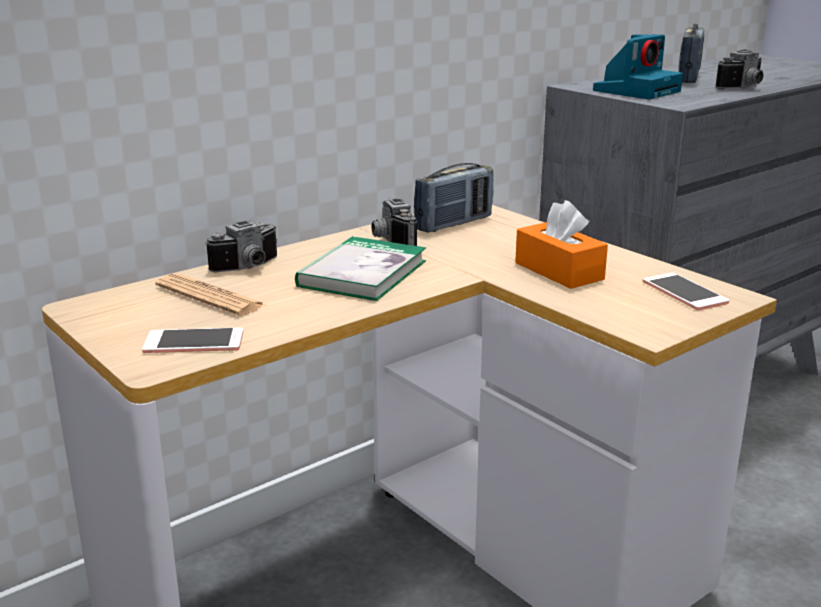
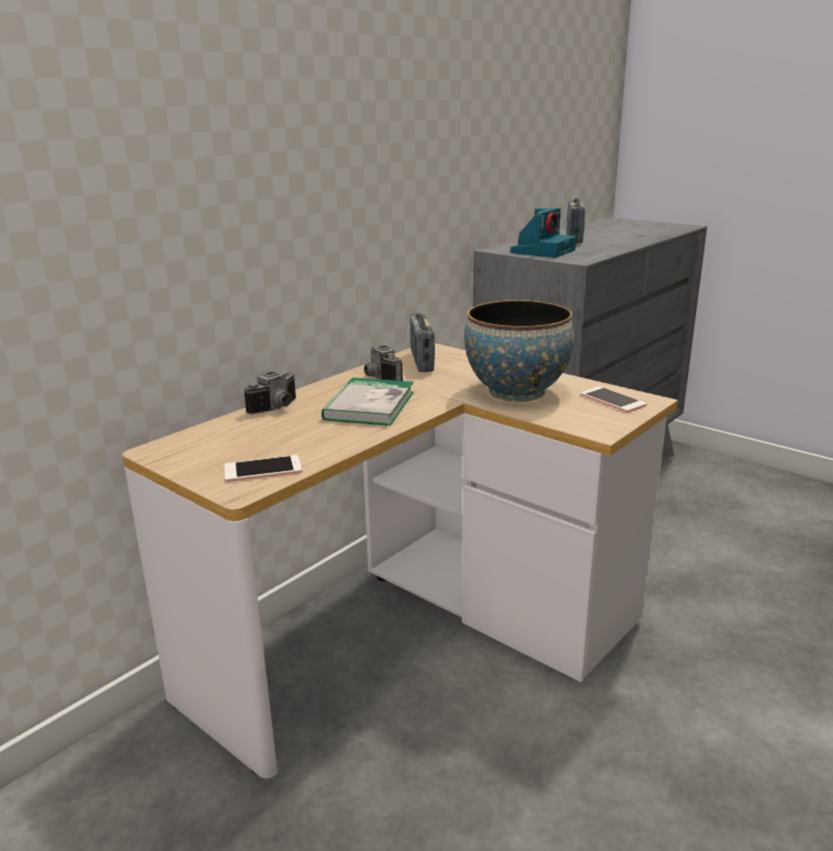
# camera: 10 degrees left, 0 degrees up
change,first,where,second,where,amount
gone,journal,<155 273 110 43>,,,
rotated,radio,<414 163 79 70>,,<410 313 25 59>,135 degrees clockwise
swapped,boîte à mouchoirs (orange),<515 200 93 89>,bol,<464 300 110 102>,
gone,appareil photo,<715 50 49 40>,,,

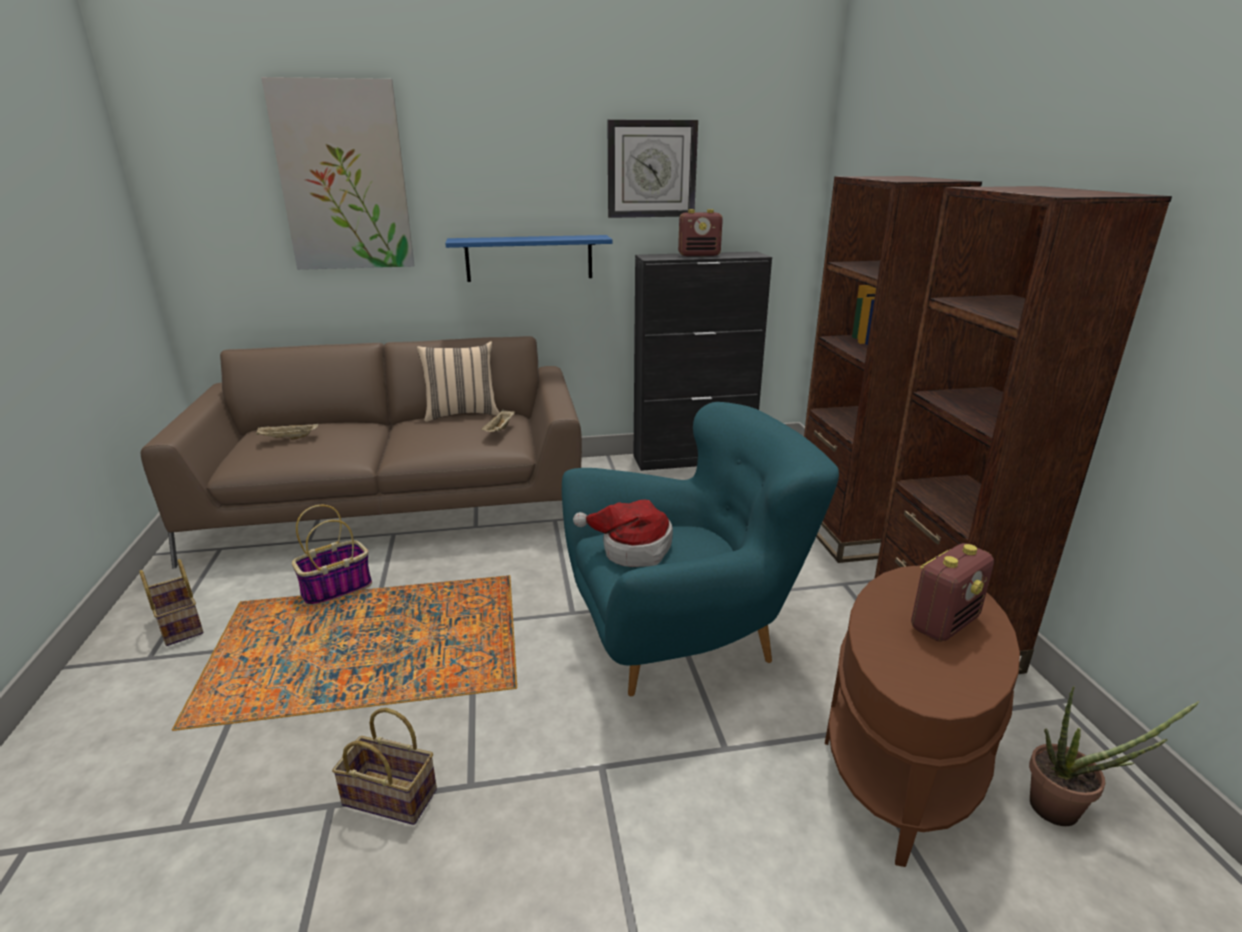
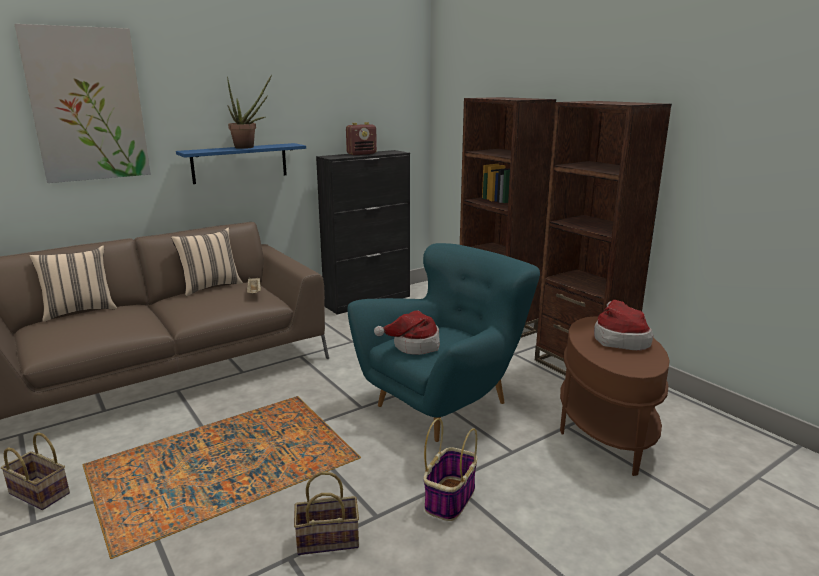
# camera: 25 degrees left, 5 degrees down
change,first,where,second,where,amount
gone,plateau (beige),<256 423 63 17>,,,
shifted,panier,<292 505 80 101>,,<423 418 54 103>,
gone,horloge murale,<607 120 91 98>,,,
swapped,radio,<911 543 83 99>,chapeau,<594 300 59 51>,
shifted,plante en pot,<1029 686 170 140>,,<227 75 45 74>,
new,,,coussin (beige),<30 246 87 76>,

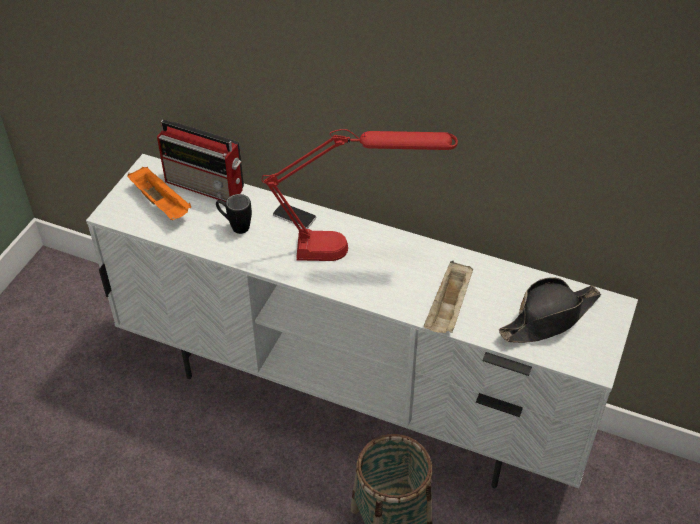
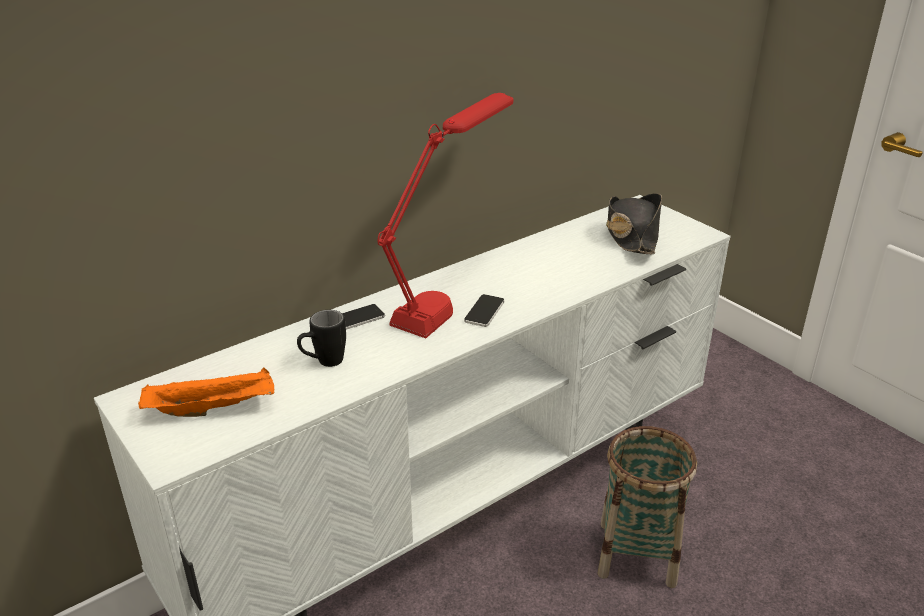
# camera: 60 degrees left, 15 degrees down
change,first,where,second,where,amount
gone,radio,<157 120 87 82>,,,
gone,plateau (beige),<424 261 49 72>,,,
new,,,téléphone,<464 294 40 33>,

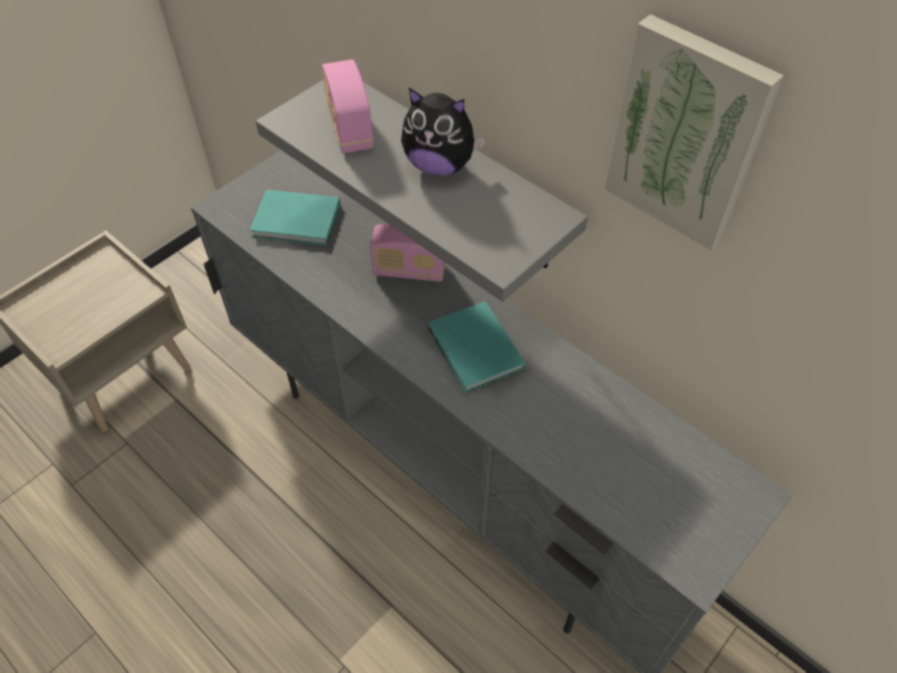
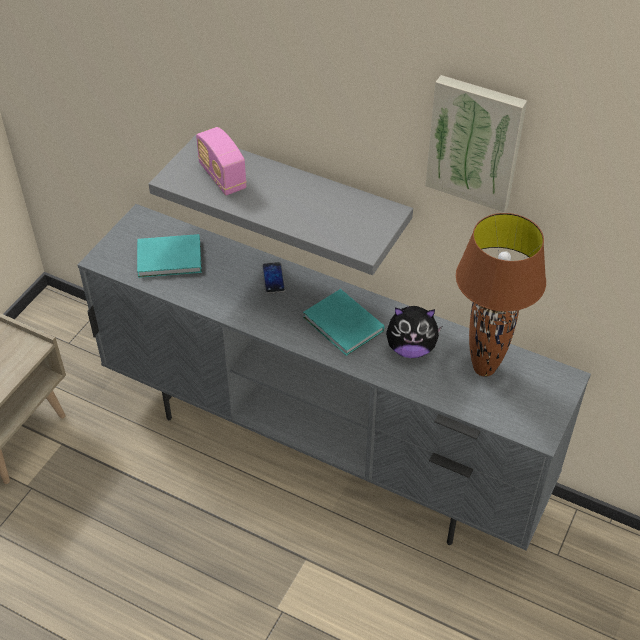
# camera: 15 degrees left, 5 degrees down
change,first,where,second,where,amount
swapped,radio,<370 223 75 59>,téléphone,<262 262 24 32>,
shifted,peluche,<401 88 85 88>,,<386 306 56 52>,
new,,,lampe de table (marron),<456 213 90 164>,

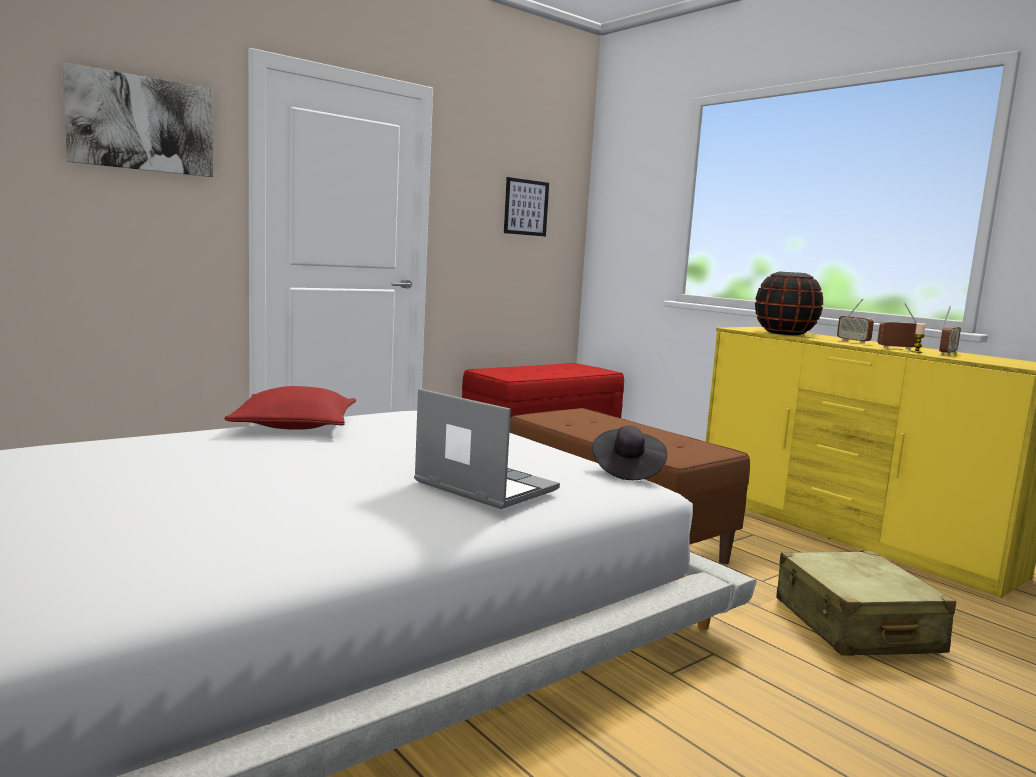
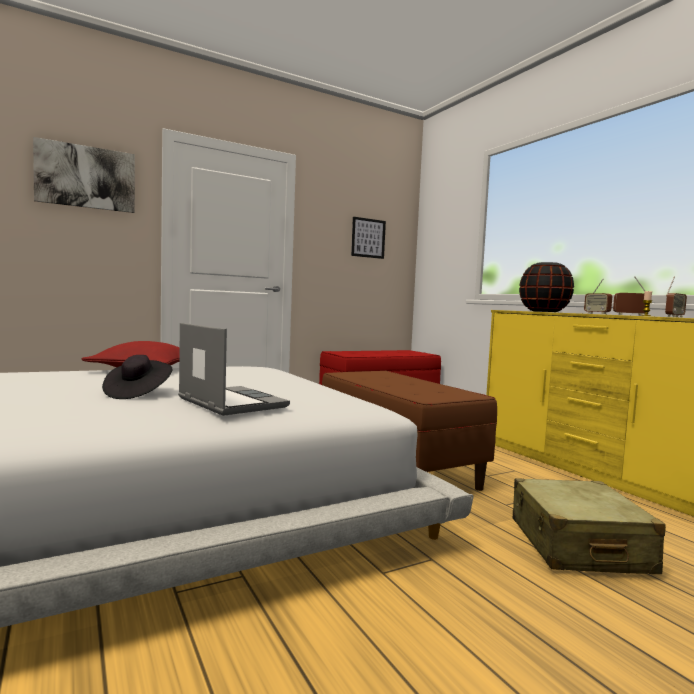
# camera: 10 degrees right, 5 degrees down
change,first,where,second,where,amount
shifted,chapeau (noir),<592 426 75 54>,,<102 355 71 44>,

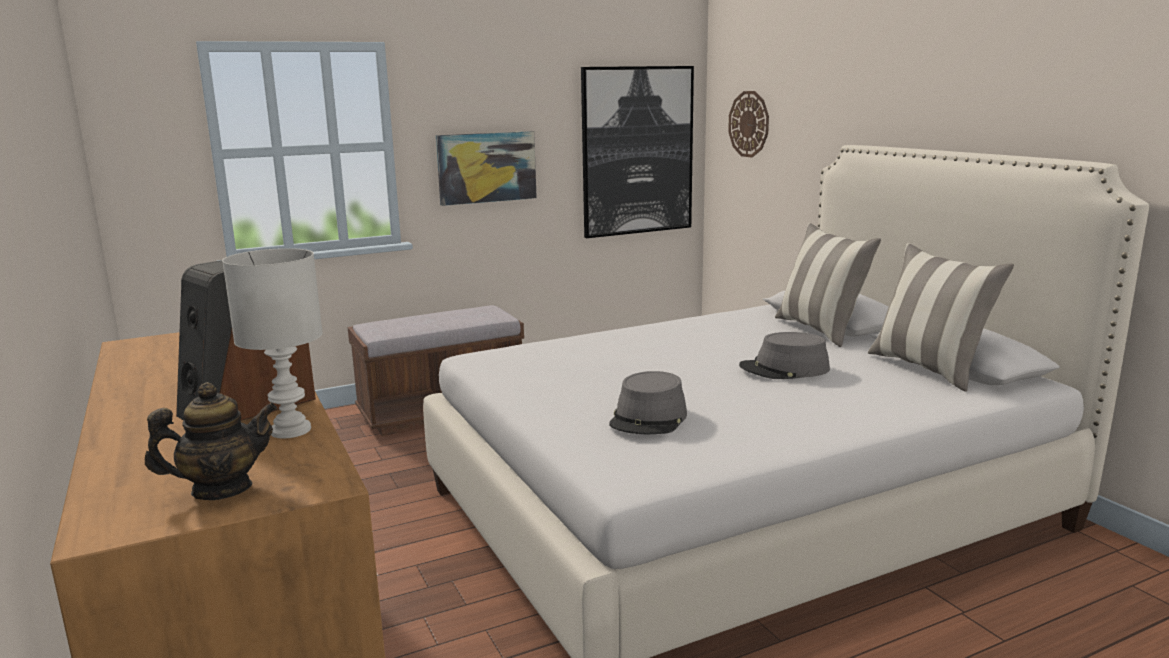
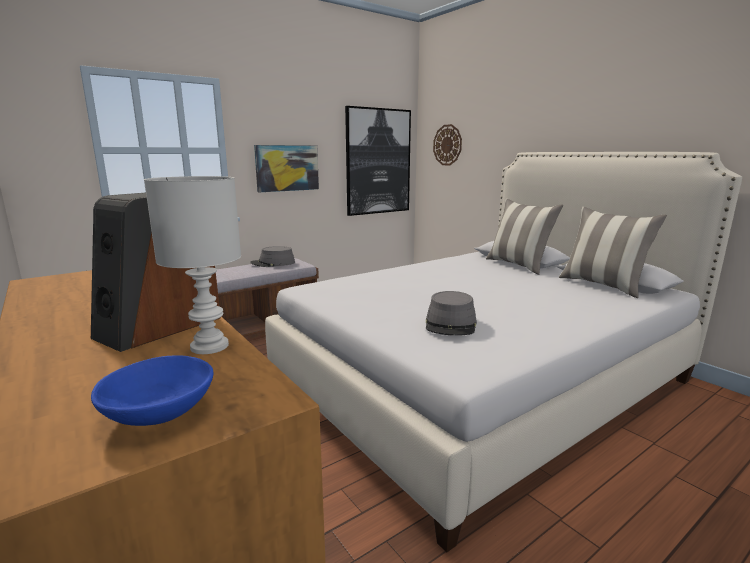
# camera: 10 degrees left, 0 degrees up
change,first,where,second,where,amount
swapped,théière,<145 382 132 118>,bol (bleu),<91 355 123 71>,
shifted,chapeau (gris),<739 332 91 47>,,<250 246 45 21>,

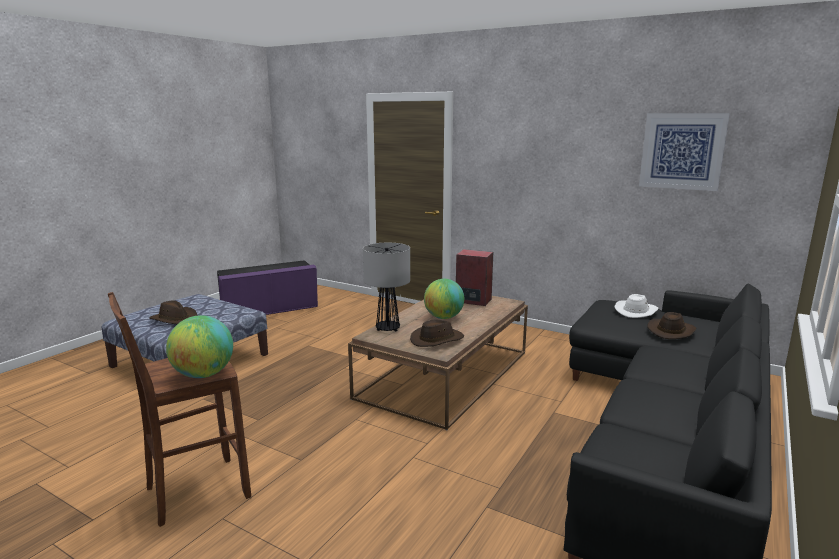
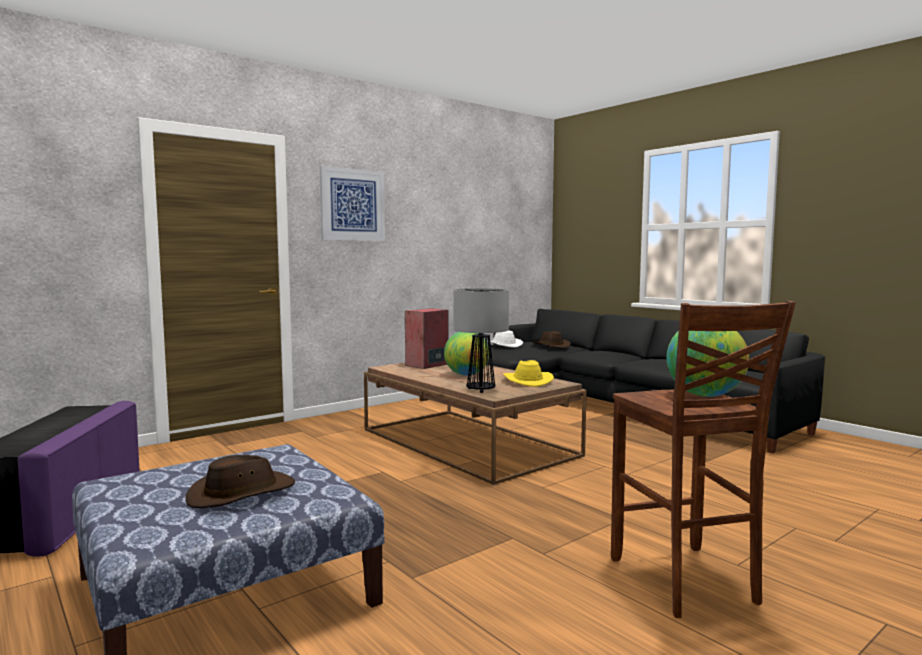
# camera: 70 degrees left, 10 degrees down
change,first,where,second,where,amount
repainted,chapeau (marron),<410 320 54 27>,chapeau (jaune),<503 360 51 27>,
shifted,tableau,<639 113 91 78>,,<320 166 65 75>,

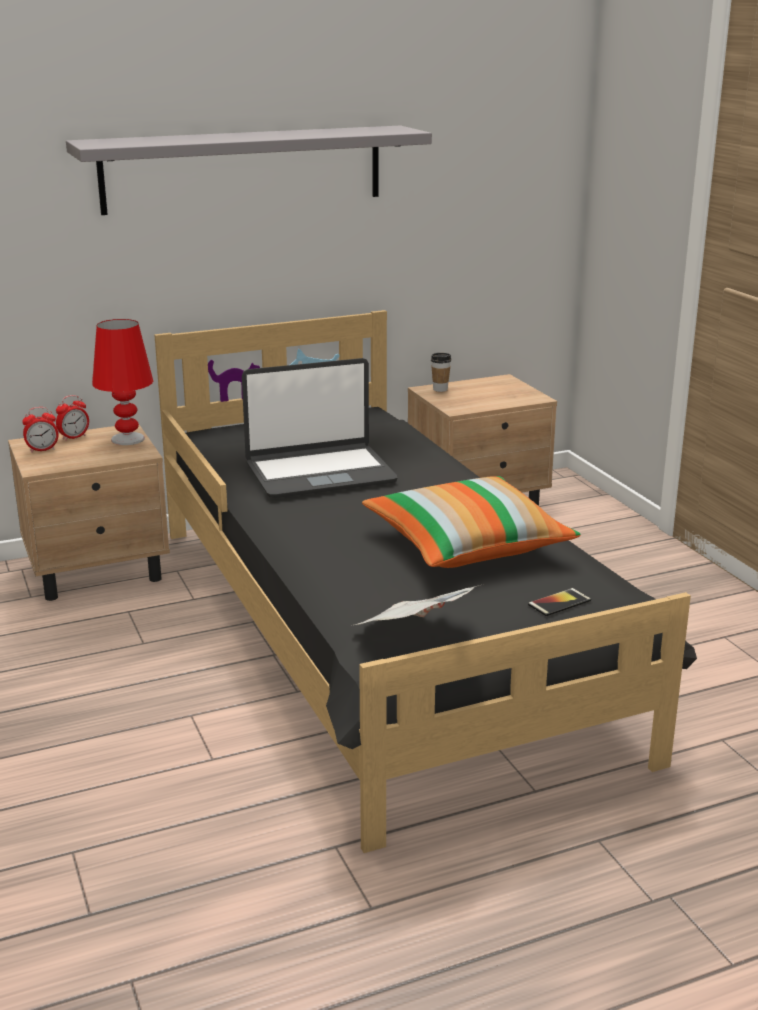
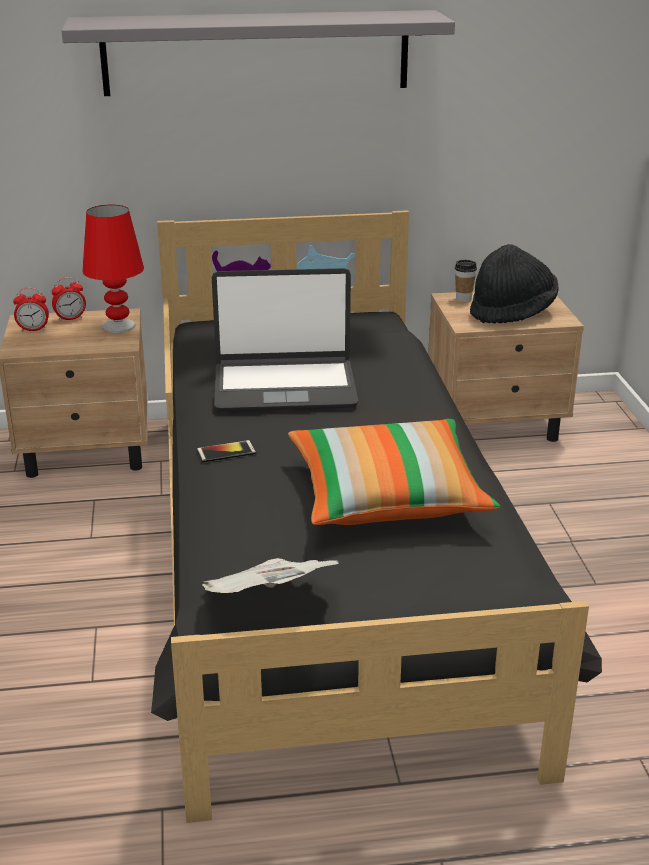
# camera: 15 degrees right, 5 degrees up
change,first,where,second,where,amount
shifted,téléphone,<528 588 63 28>,,<197 440 59 23>,
new,,,chapeau (noir),<470 244 88 79>,

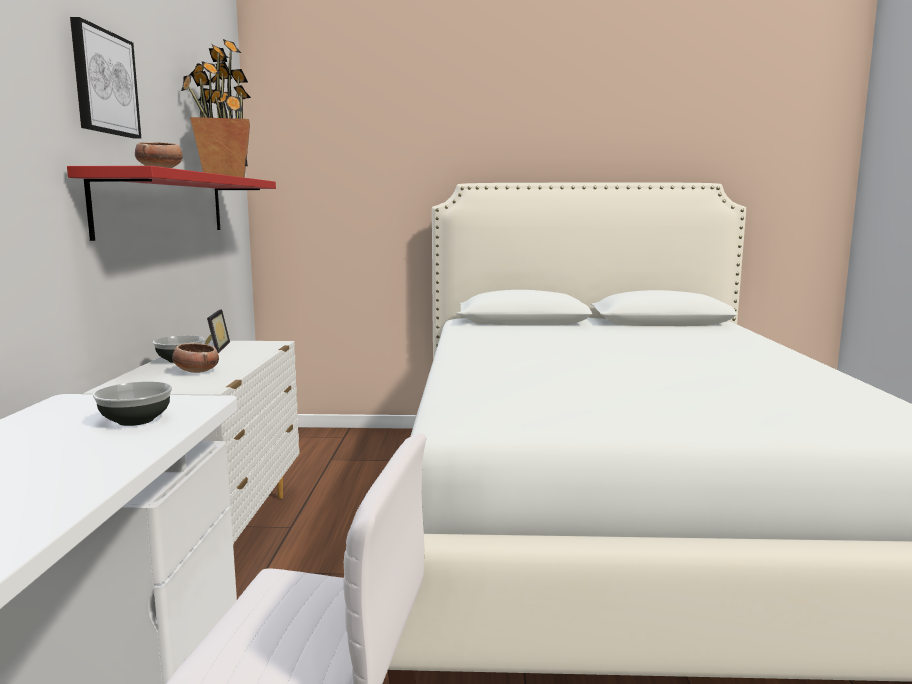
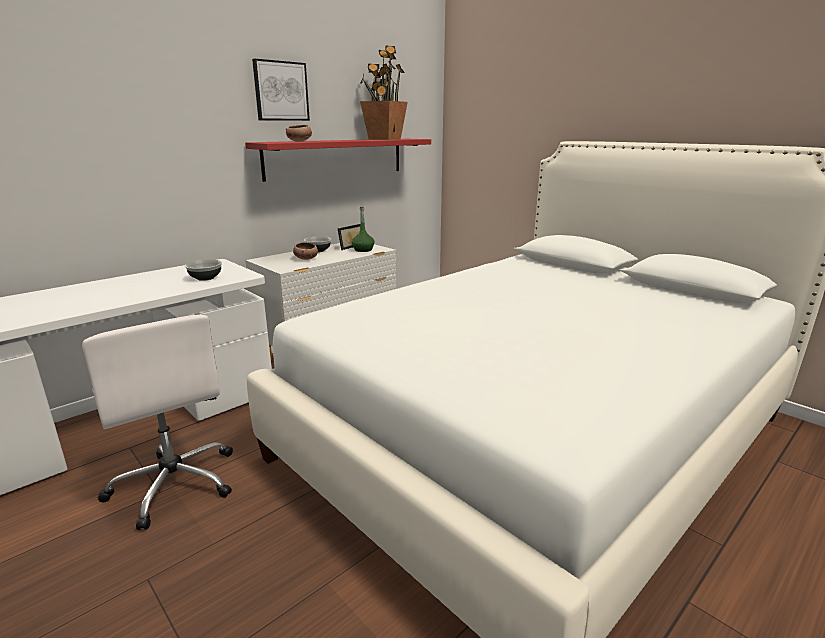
# camera: 45 degrees right, 10 degrees up
change,first,where,second,where,amount
new,,,bouteille (vert),<352 207 22 45>,

